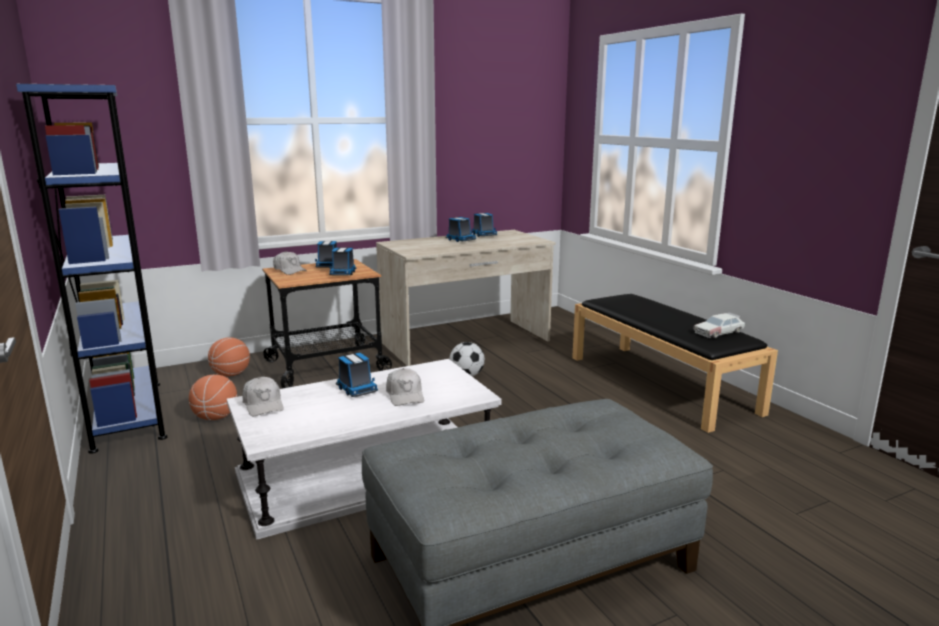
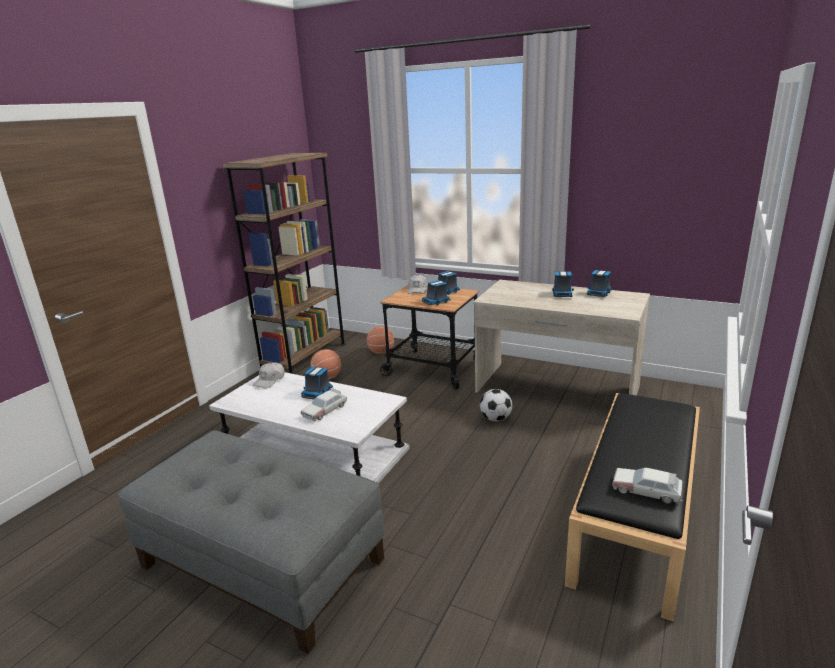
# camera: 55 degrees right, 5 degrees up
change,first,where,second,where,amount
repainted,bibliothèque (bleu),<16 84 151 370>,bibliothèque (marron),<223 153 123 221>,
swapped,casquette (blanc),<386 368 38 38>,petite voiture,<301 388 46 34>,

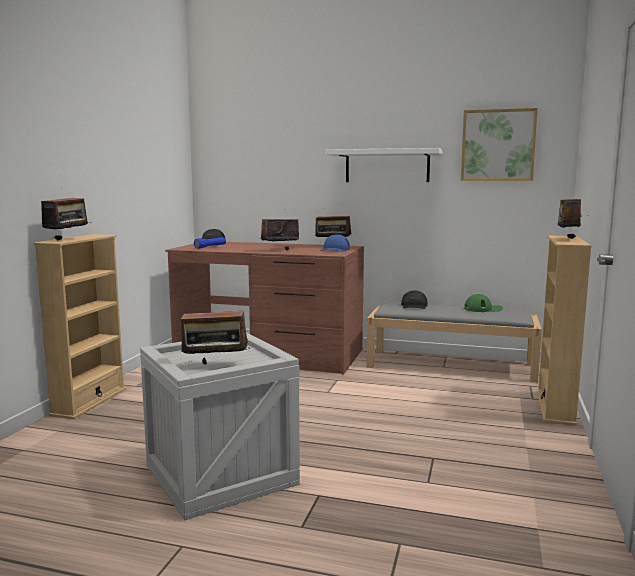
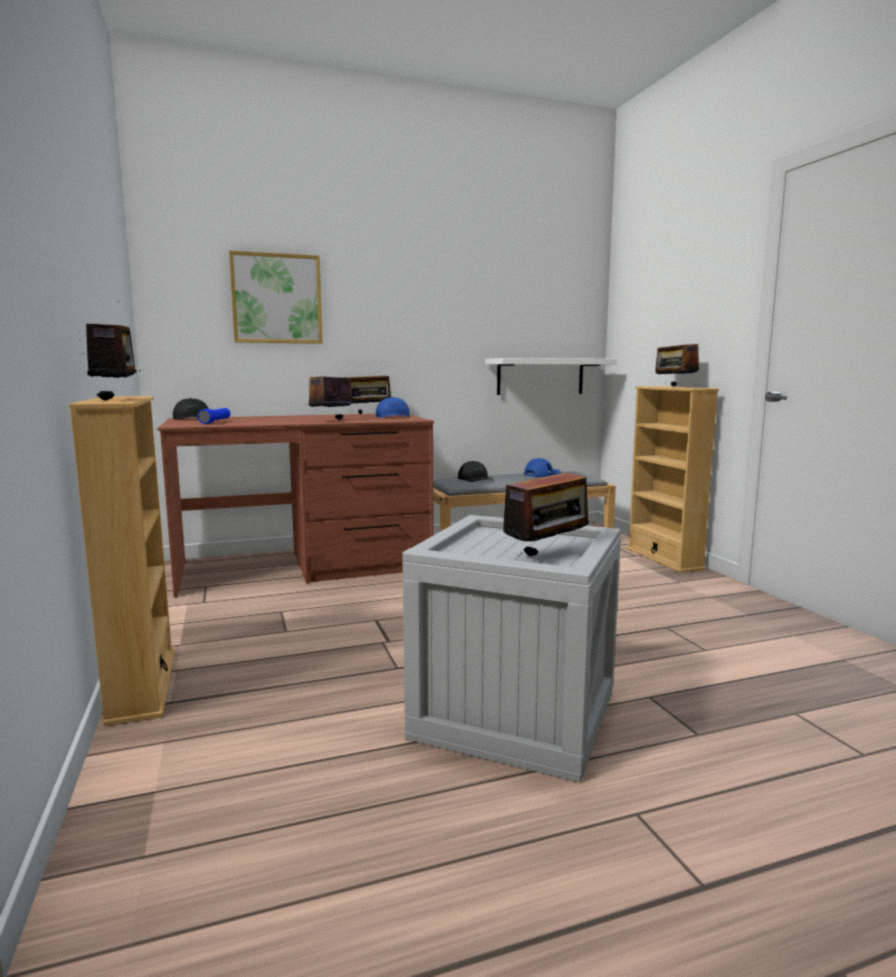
# camera: 35 degrees left, 0 degrees up
change,first,where,second,where,amount
shifted,étagère (blanc),<326 148 116 34>,,<485 358 132 37>,
shifted,tableau,<461 108 77 73>,,<229 251 94 93>,
repainted,casquette (vert),<464 294 39 18>,casquette (bleu),<524 458 38 19>,

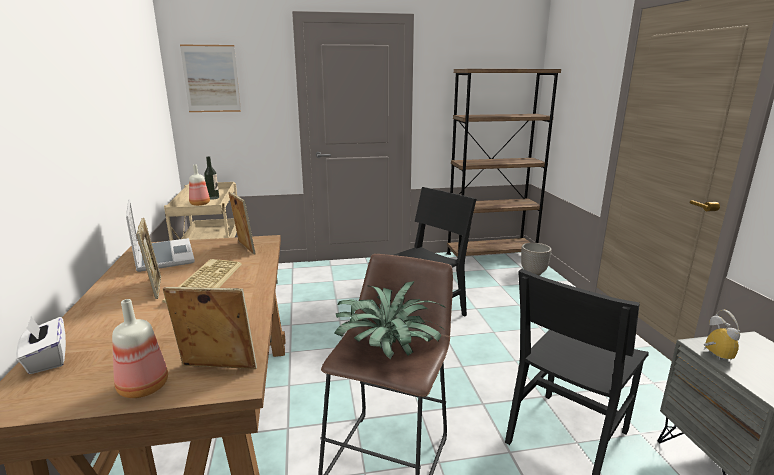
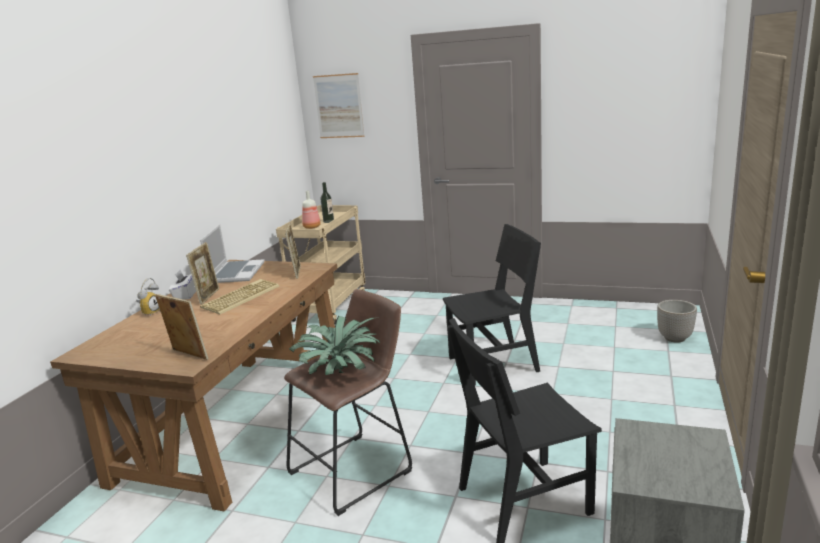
# camera: 30 degrees right, 0 degrees up
change,first,where,second,where,amount
shifted,boîte à mouchoirs (blanc),<16 317 50 57>,,<169 270 27 30>,
gone,bouteille,<112 299 56 99>,,,
gone,bibliothèque (marron),<446 69 115 188>,,,
shifted,réveil,<704 310 36 50>,,<136 278 24 38>,

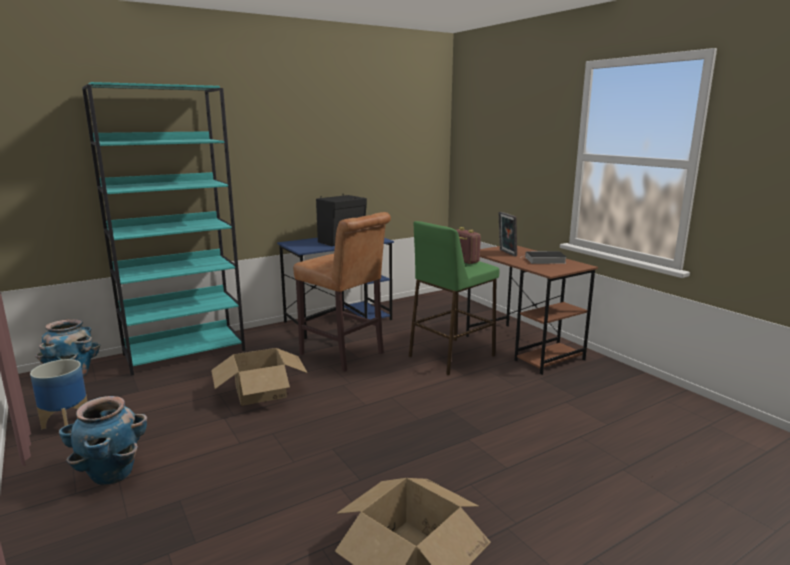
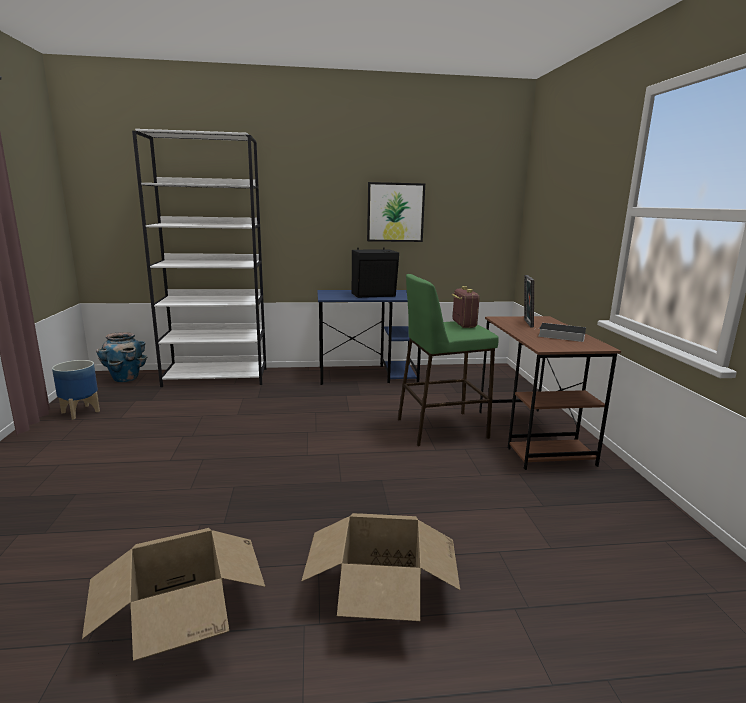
# camera: 25 degrees right, 0 degrees up
change,first,where,second,where,amount
gone,cache-pot,<59 396 88 89>,,,
repainted,bibliothèque (turquoise),<82 82 163 294>,bibliothèque (blanc),<132 129 134 258>,
shifted,carton,<211 348 97 58>,,<301 513 159 108>,
gone,tabouret (marron),<293 212 98 159>,,,
new,,,tableau,<367 182 58 60>,

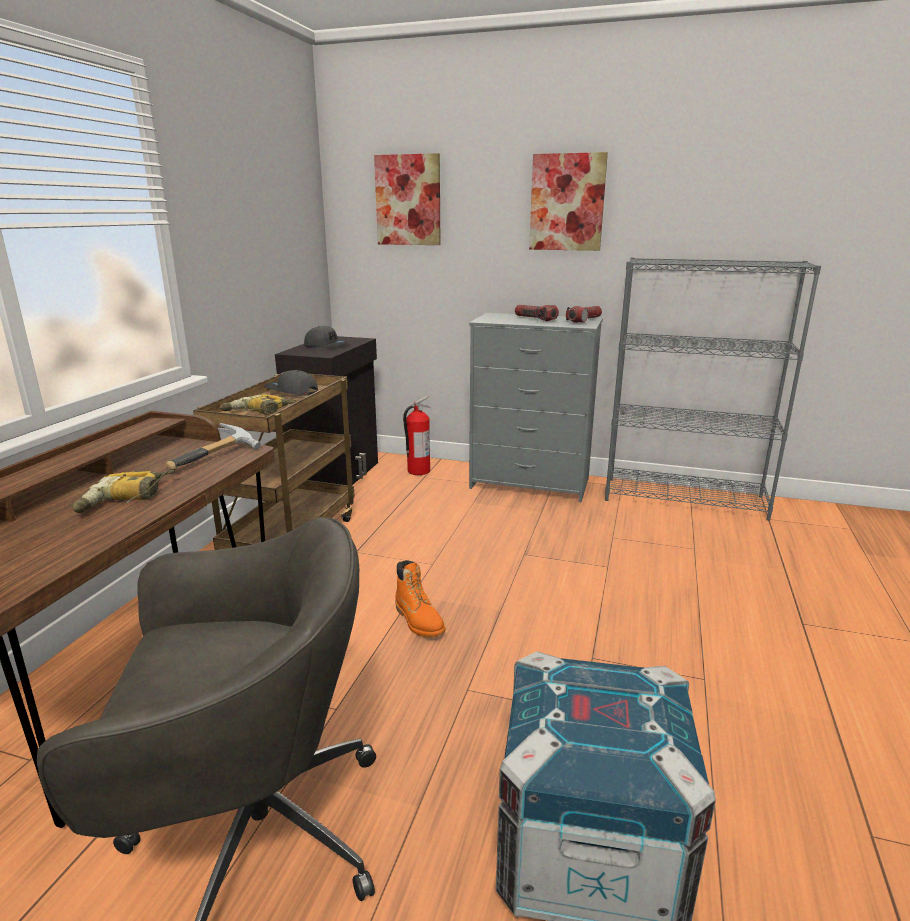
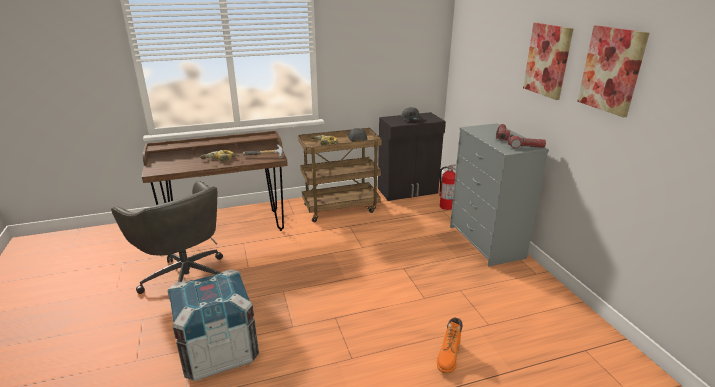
# camera: 55 degrees right, 5 degrees up
change,first,where,second,where,amount
shifted,tableau,<374 153 67 92>,,<577 25 72 93>,
shifted,botte (orange),<395 560 50 78>,,<437 317 26 57>,
gone,bibliothèque (gris),<605 257 216 264>,,,

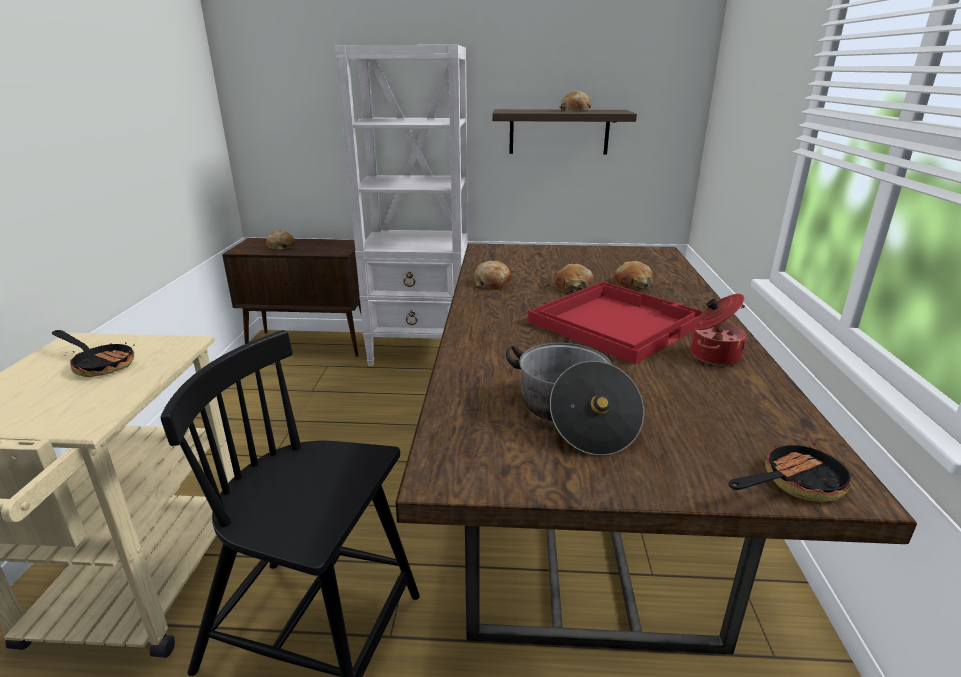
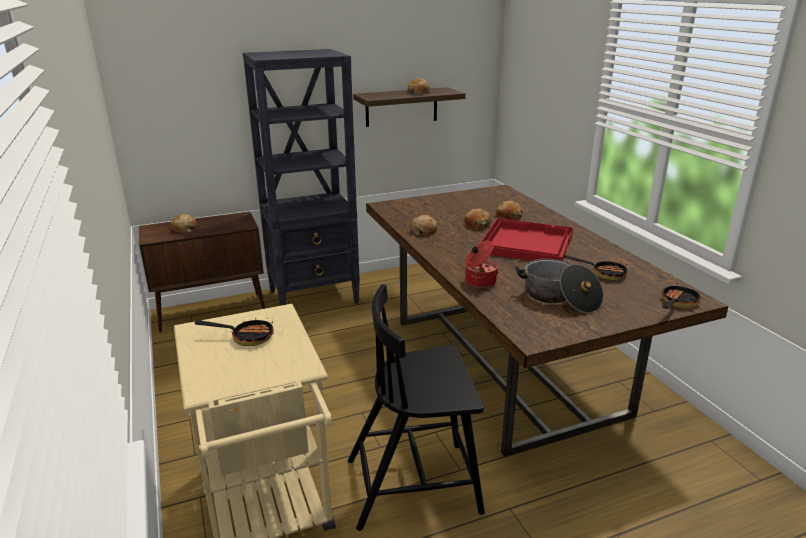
# camera: 25 degrees left, 0 degrees up
change,first,where,second,where,amount
repainted,bibliothèque (blanc),<335 45 133 321>,bibliothèque (noir),<243 49 117 257>,
shifted,marmite,<690 294 58 72>,,<465 240 34 48>,
new,,,poêle,<563 255 64 25>,

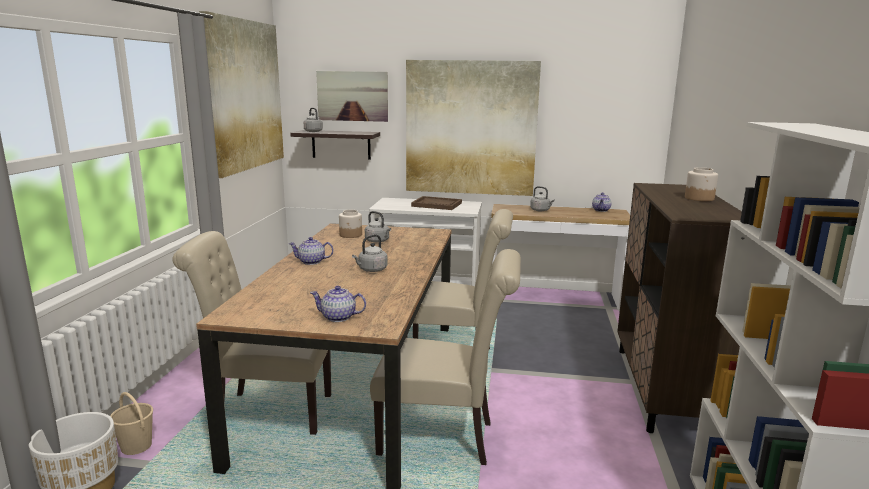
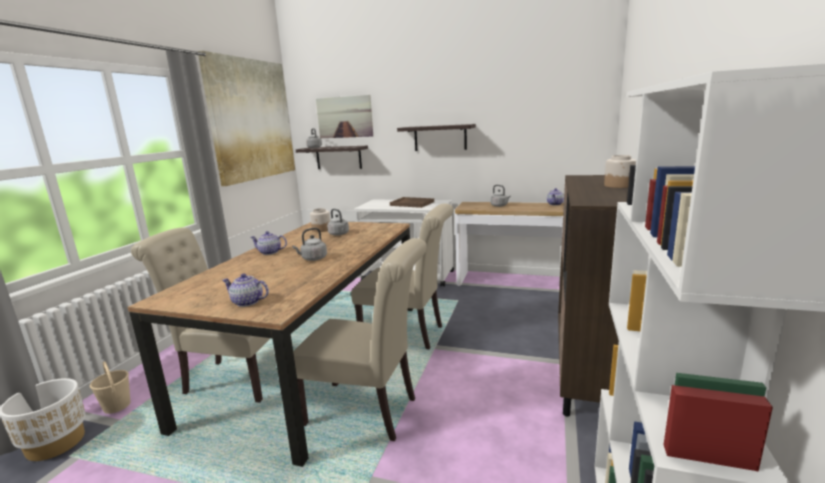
# camera: 10 degrees right, 0 degrees up
change,first,where,second,where,amount
swapped,tableau,<406 60 135 136>,étagère,<397 124 79 27>,

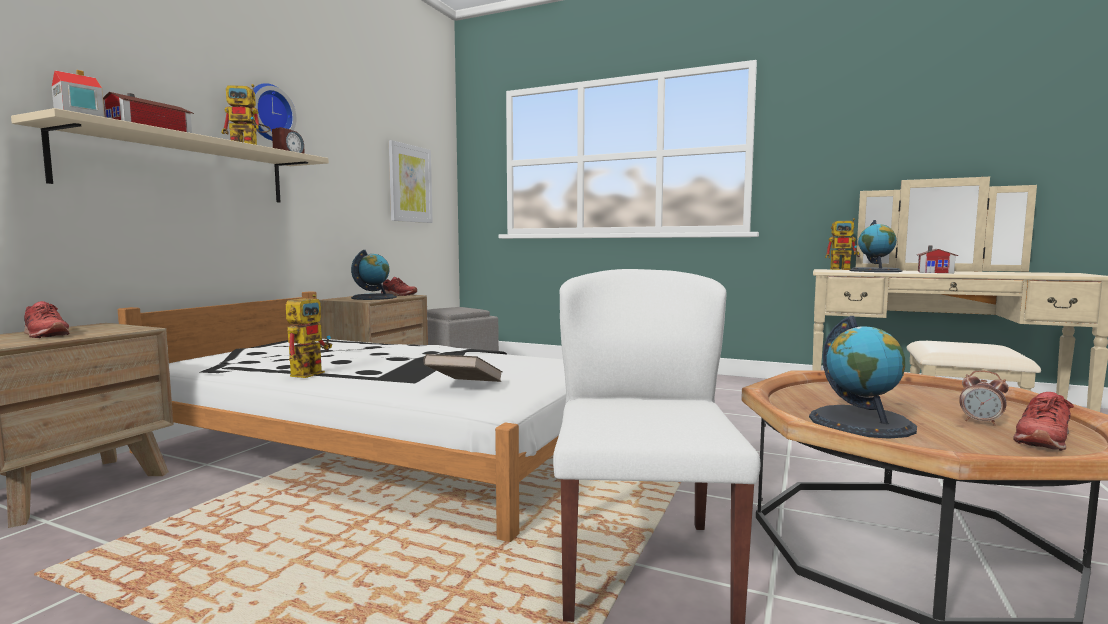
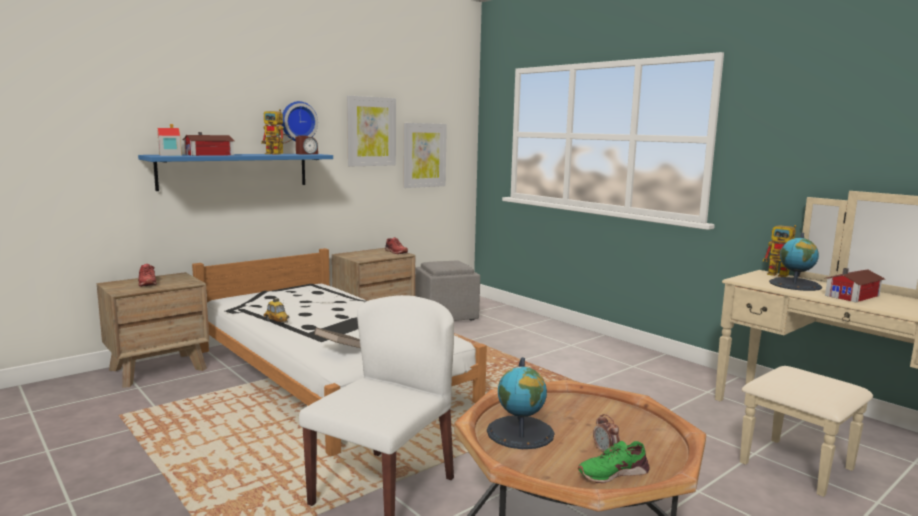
# camera: 25 degrees right, 5 degrees up
change,first,where,second,where,amount
repainted,étagère (beige),<11 108 318 95>,étagère (bleu),<138 154 195 37>,
swapped,robot jouet,<286 294 46 84>,petite voiture,<263 298 26 26>,
gone,globe,<351 250 46 50>,,,
repainted,chaussure (rouge),<1013 392 61 59>,chaussure (vert),<578 441 71 42>,
new,,,tableau,<347 96 49 70>,

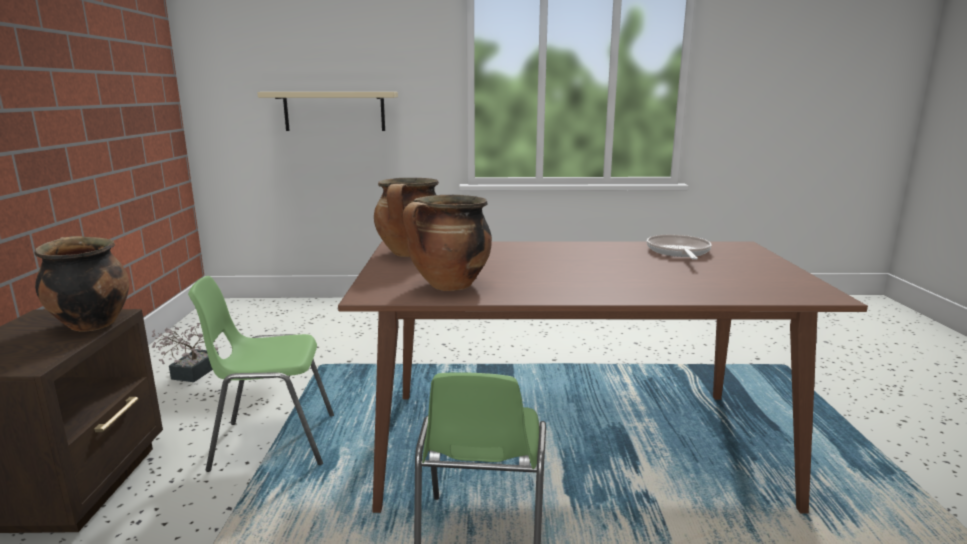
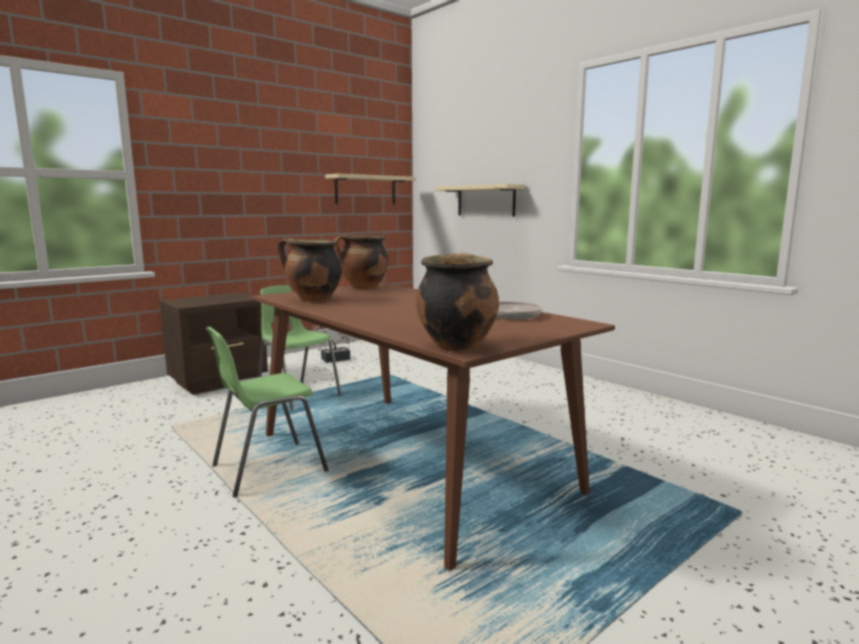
# camera: 50 degrees right, 5 degrees down
change,first,where,second,where,amount
shifted,marmite,<35 236 94 96>,,<416 253 83 99>,
new,,,étagère (beige),<325 174 91 30>,

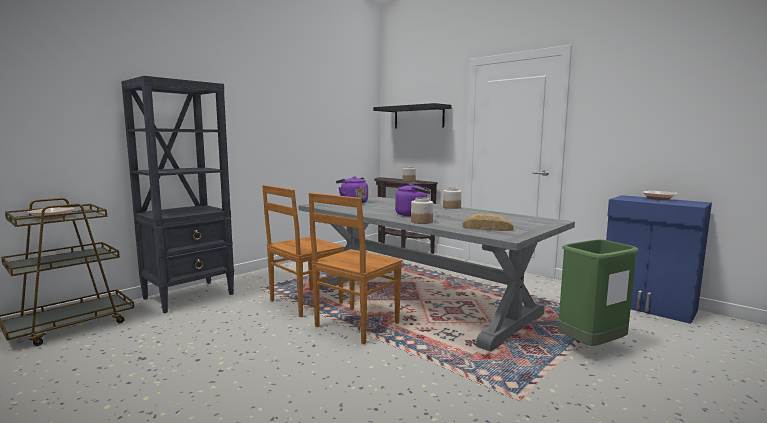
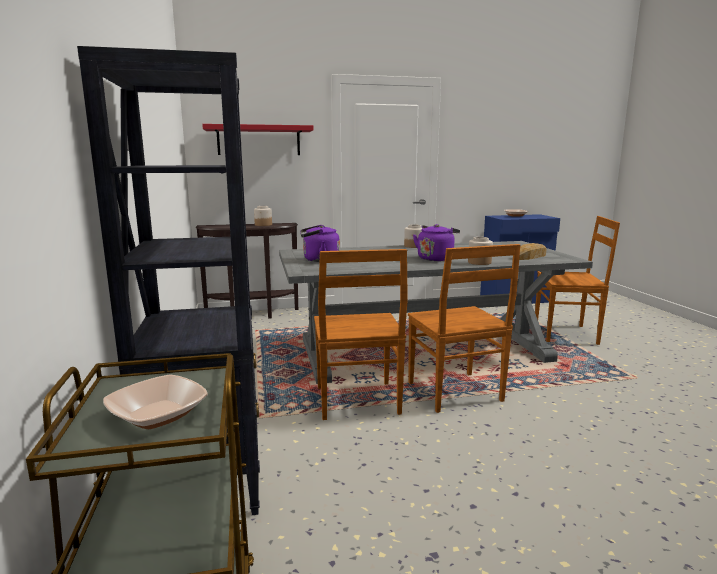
# camera: 55 degrees left, 5 degrees up
change,first,where,second,where,amount
repainted,étagère (noir),<373 103 79 25>,étagère (rouge),<202 124 111 31>,
swapped,poubelle (vert),<558 239 81 107>,chaise (marron),<535 216 85 129>,

